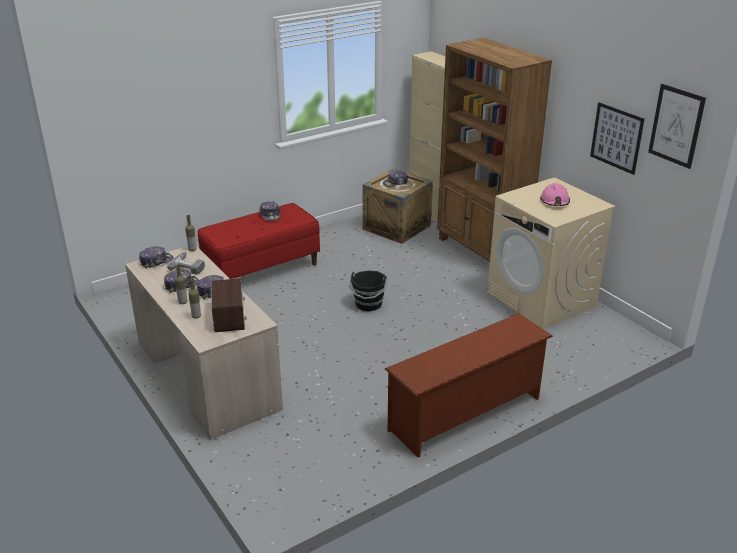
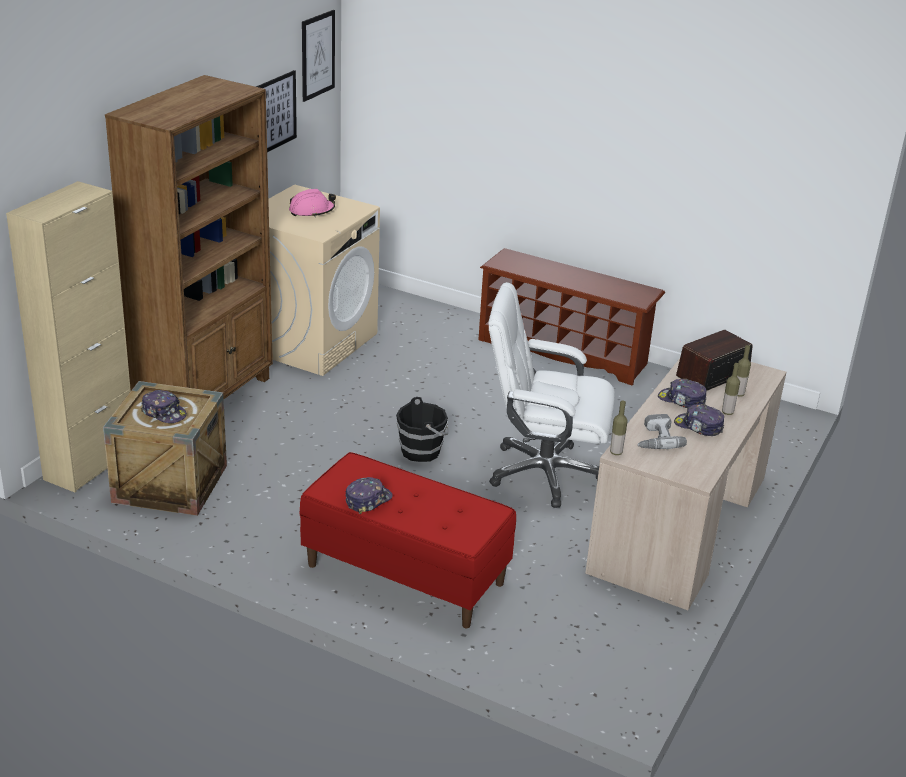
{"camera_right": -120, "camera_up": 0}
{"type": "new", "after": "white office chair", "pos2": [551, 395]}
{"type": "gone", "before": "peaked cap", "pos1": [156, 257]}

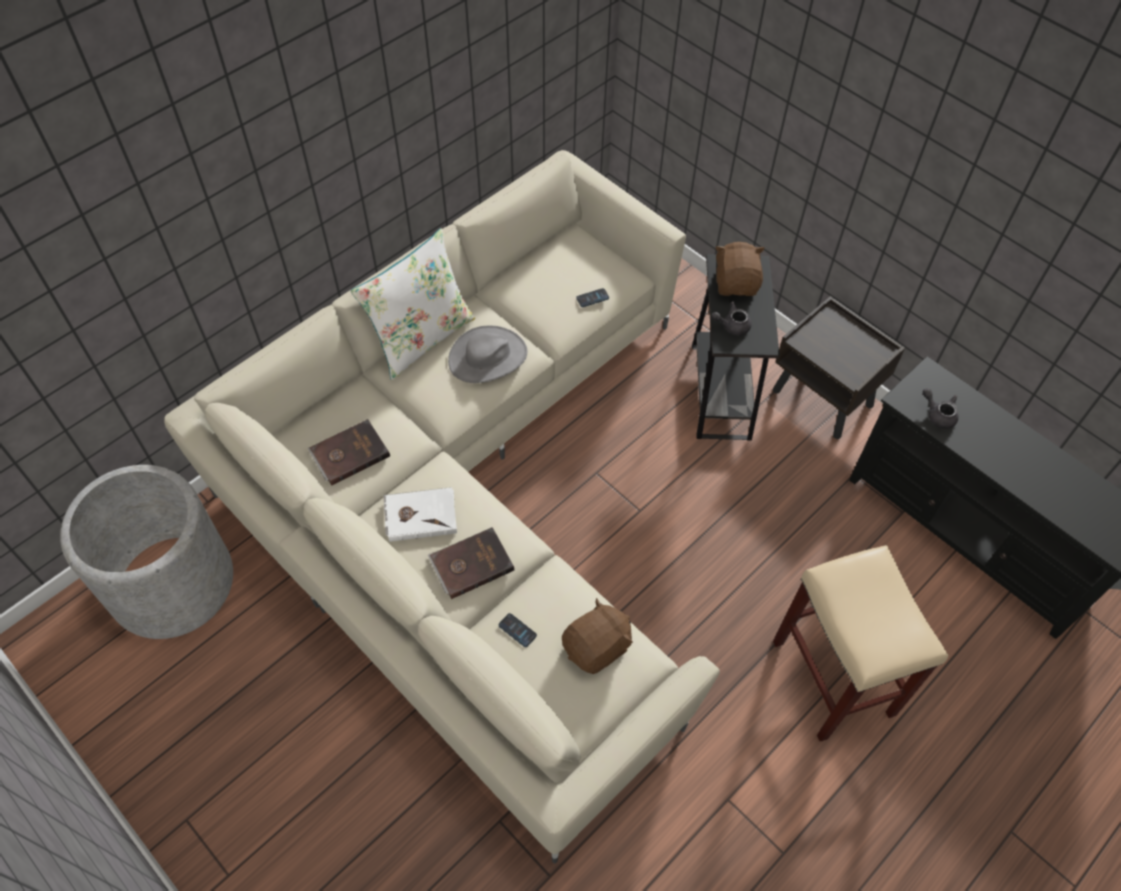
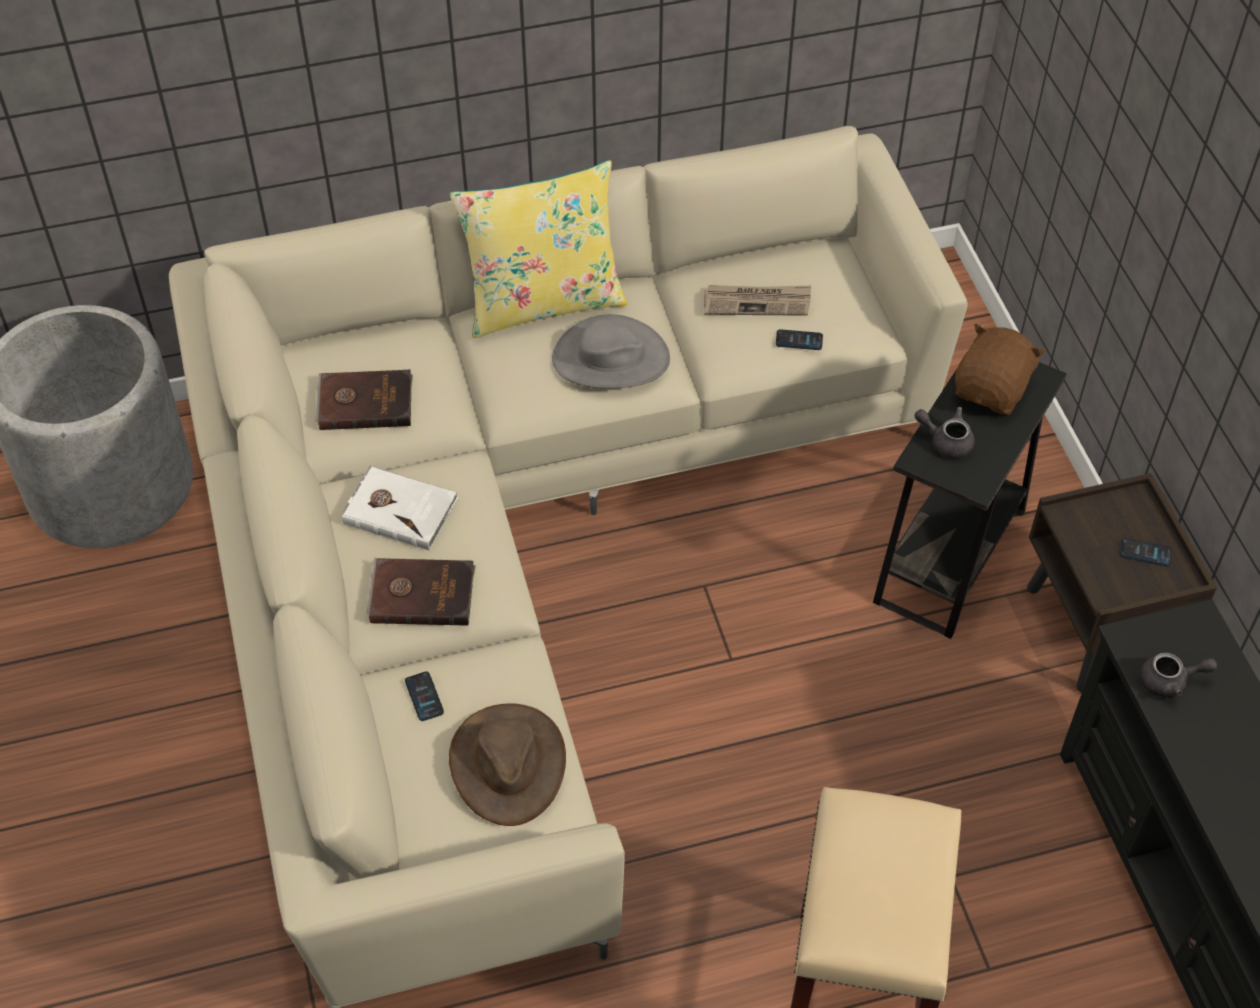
{"camera_right": 30, "camera_up": -5}
{"type": "repainted", "before": "white cushion", "after": "yellowish cushion", "pos1": [413, 304], "pos2": [538, 249]}
{"type": "swapped", "before": "brown-coloured cuddly toy", "after": "brown-coloured wearable hat", "pos1": [597, 636], "pos2": [507, 764]}
{"type": "new", "after": "newspaper", "pos2": [757, 300]}
{"type": "new", "after": "telephone", "pos2": [1146, 552]}
{"type": "rotated", "before": "grey tea pot", "pos1": [941, 408], "pos2": [1178, 675], "turn": 105}

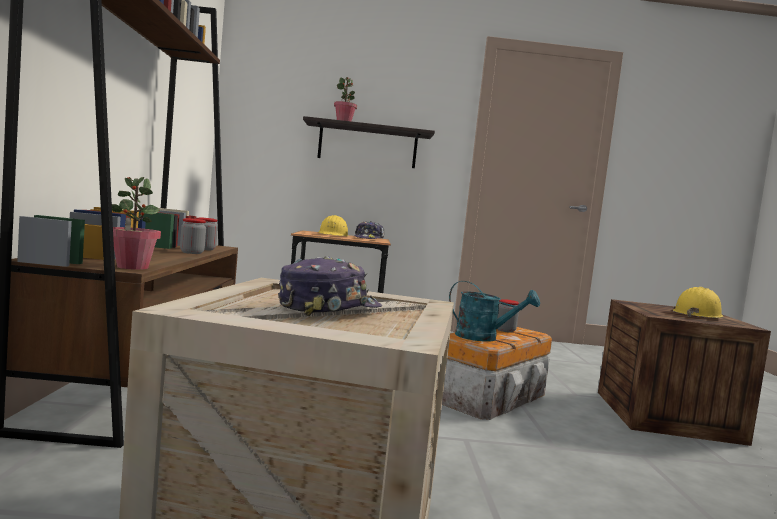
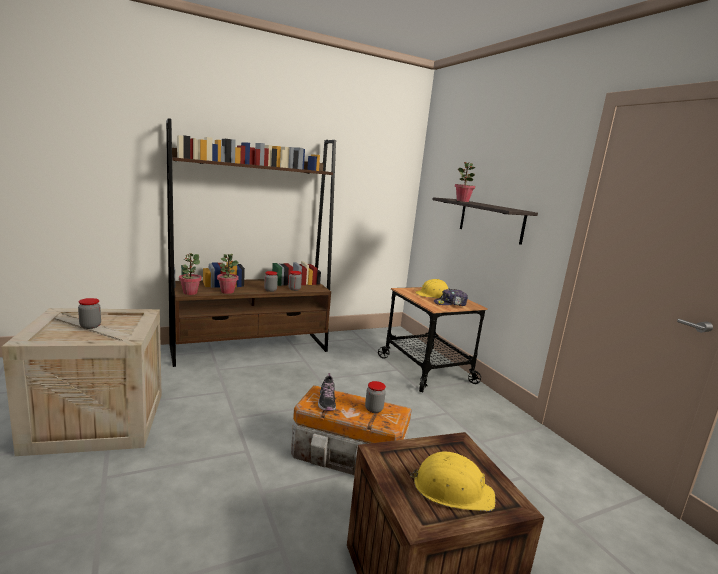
{"camera_right": 65, "camera_up": 10}
{"type": "swapped", "before": "peaked cap", "after": "storage jar", "pos1": [330, 286], "pos2": [89, 313]}
{"type": "new", "after": "plant in a pot", "pos2": [227, 274]}
{"type": "swapped", "before": "turquoise-coloured watering can", "after": "low shoe", "pos1": [494, 311], "pos2": [327, 392]}

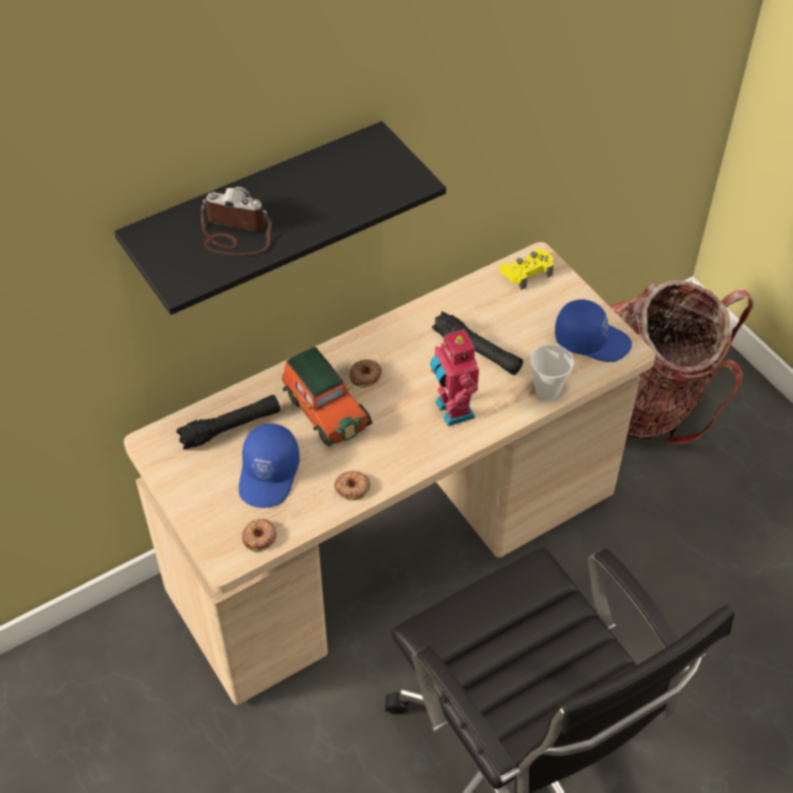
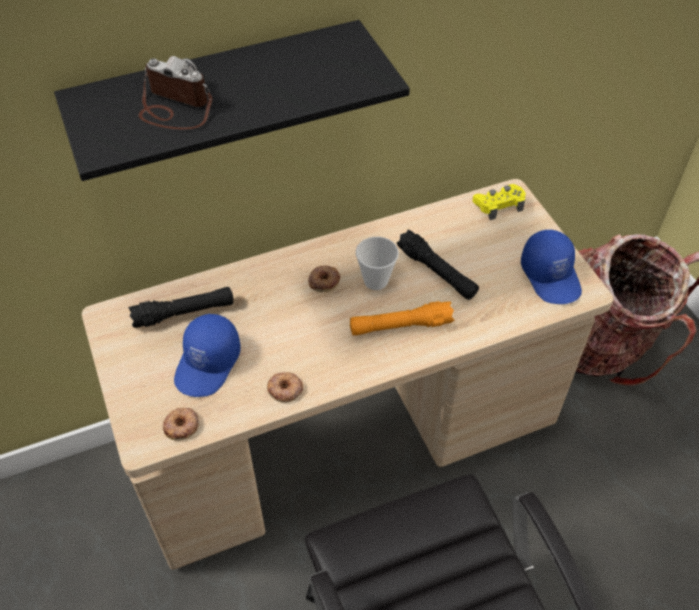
{"camera_right": 10, "camera_up": 0}
{"type": "swapped", "before": "toy robot", "after": "orange hand torch", "pos1": [454, 377], "pos2": [402, 318]}
{"type": "shifted", "before": "drinking cup", "pos1": [552, 371], "pos2": [377, 263]}
{"type": "rotated", "before": "bluish peaked cap", "pos1": [593, 330], "pos2": [551, 266], "turn": 45}
{"type": "gone", "before": "model car", "pos1": [327, 397]}

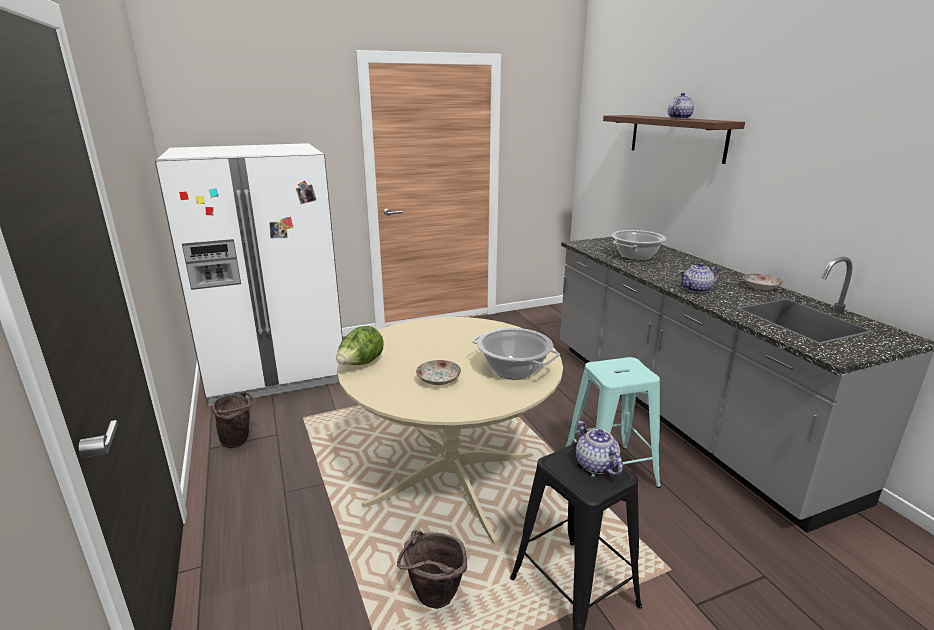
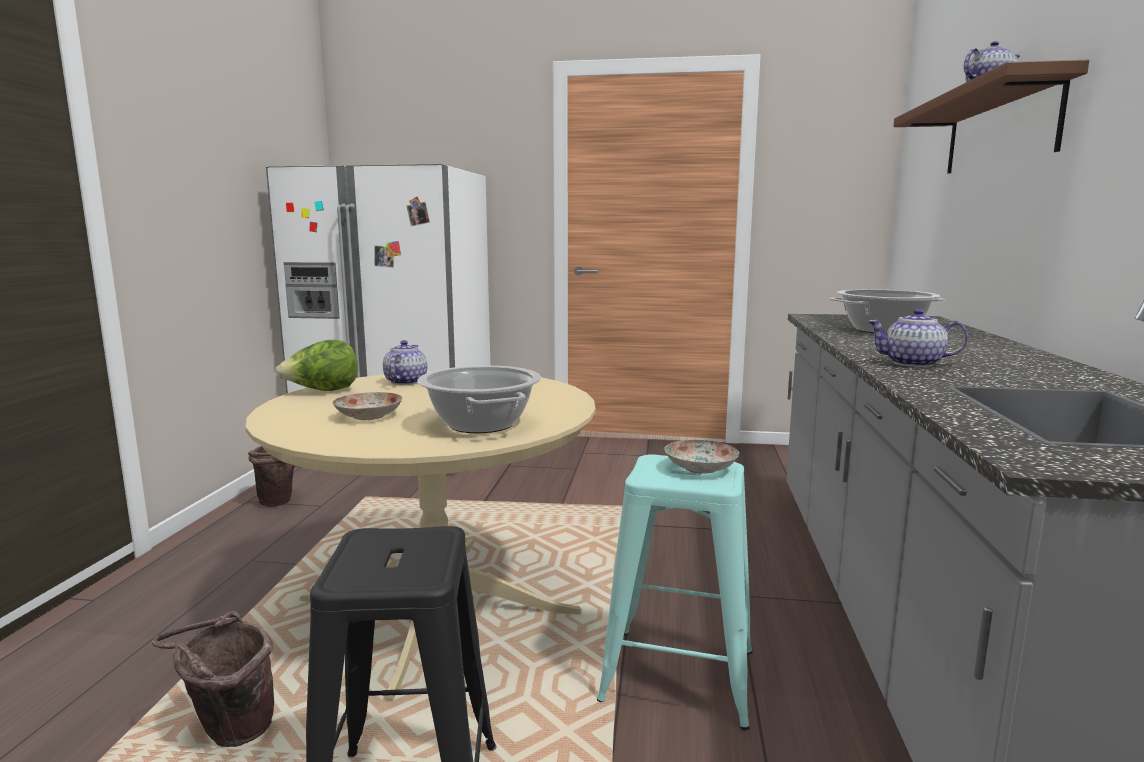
{"camera_right": 30, "camera_up": -10}
{"type": "shifted", "before": "tea pot", "pos1": [599, 448], "pos2": [405, 362]}
{"type": "shifted", "before": "dinner plate", "pos1": [763, 282], "pos2": [701, 457]}

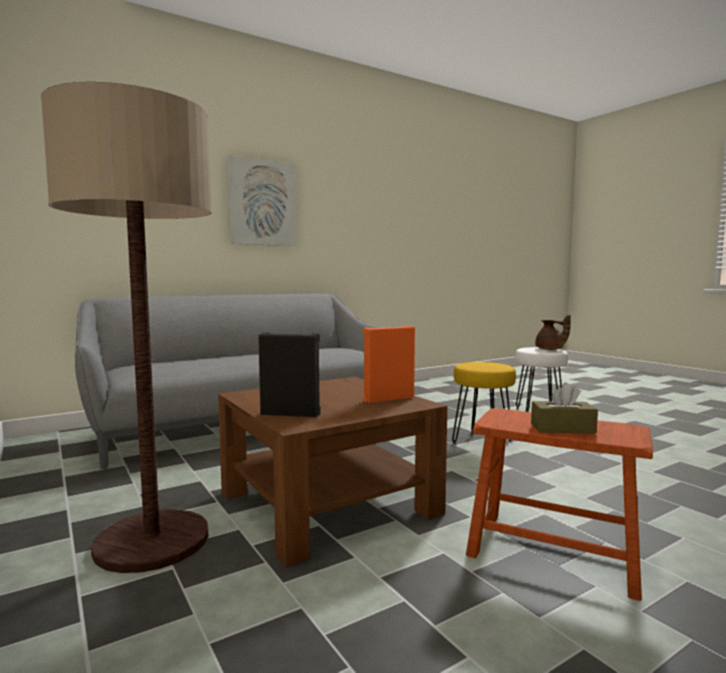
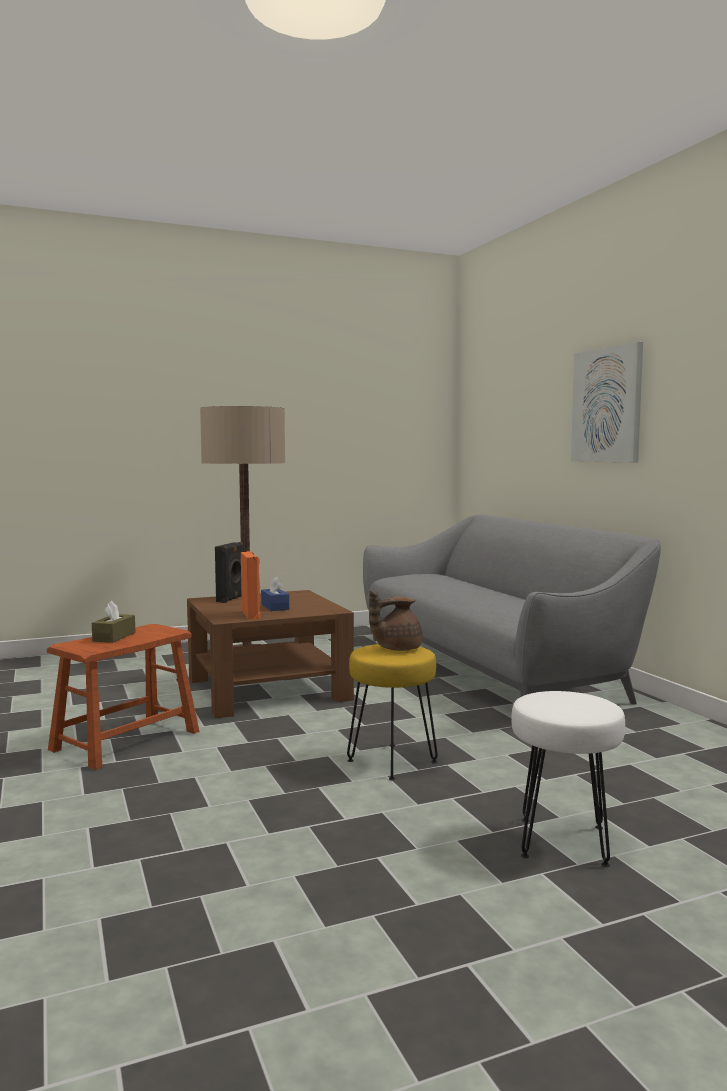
{"camera_right": 100, "camera_up": 0}
{"type": "new", "after": "bluish tissue box", "pos2": [275, 594]}
{"type": "shifted", "before": "brown-coloured tea pot", "pos1": [553, 332], "pos2": [396, 621]}

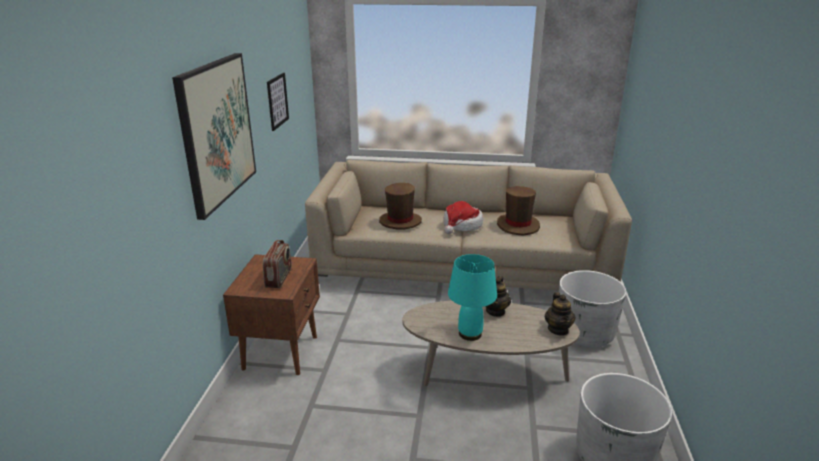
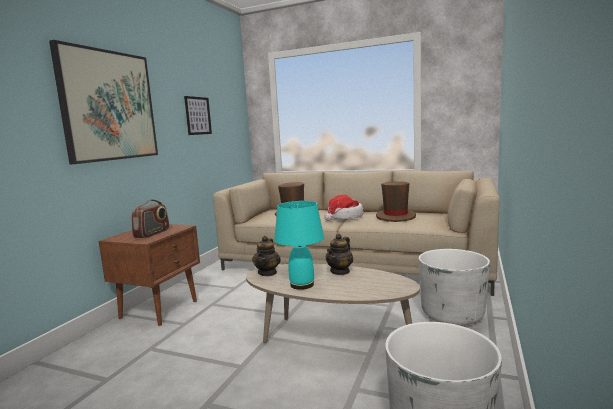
{"camera_right": 15, "camera_up": -15}
{"type": "shifted", "before": "tea pot", "pos1": [560, 314], "pos2": [266, 256]}

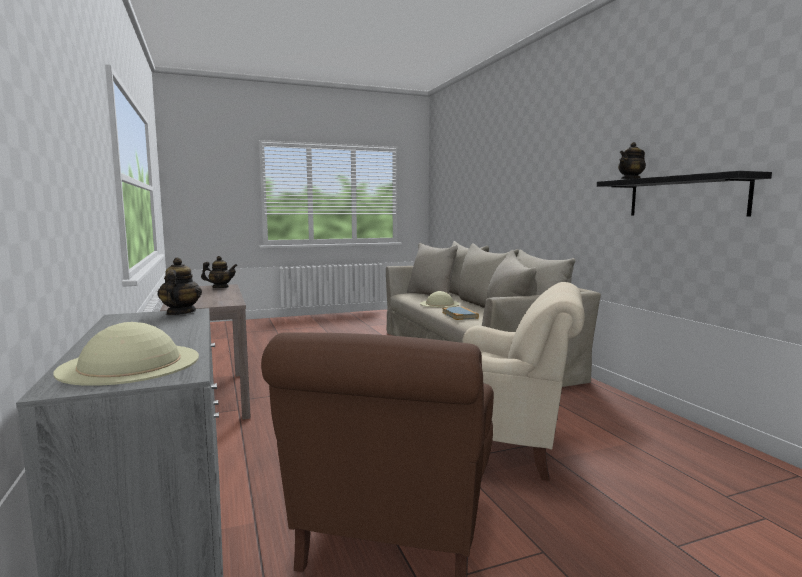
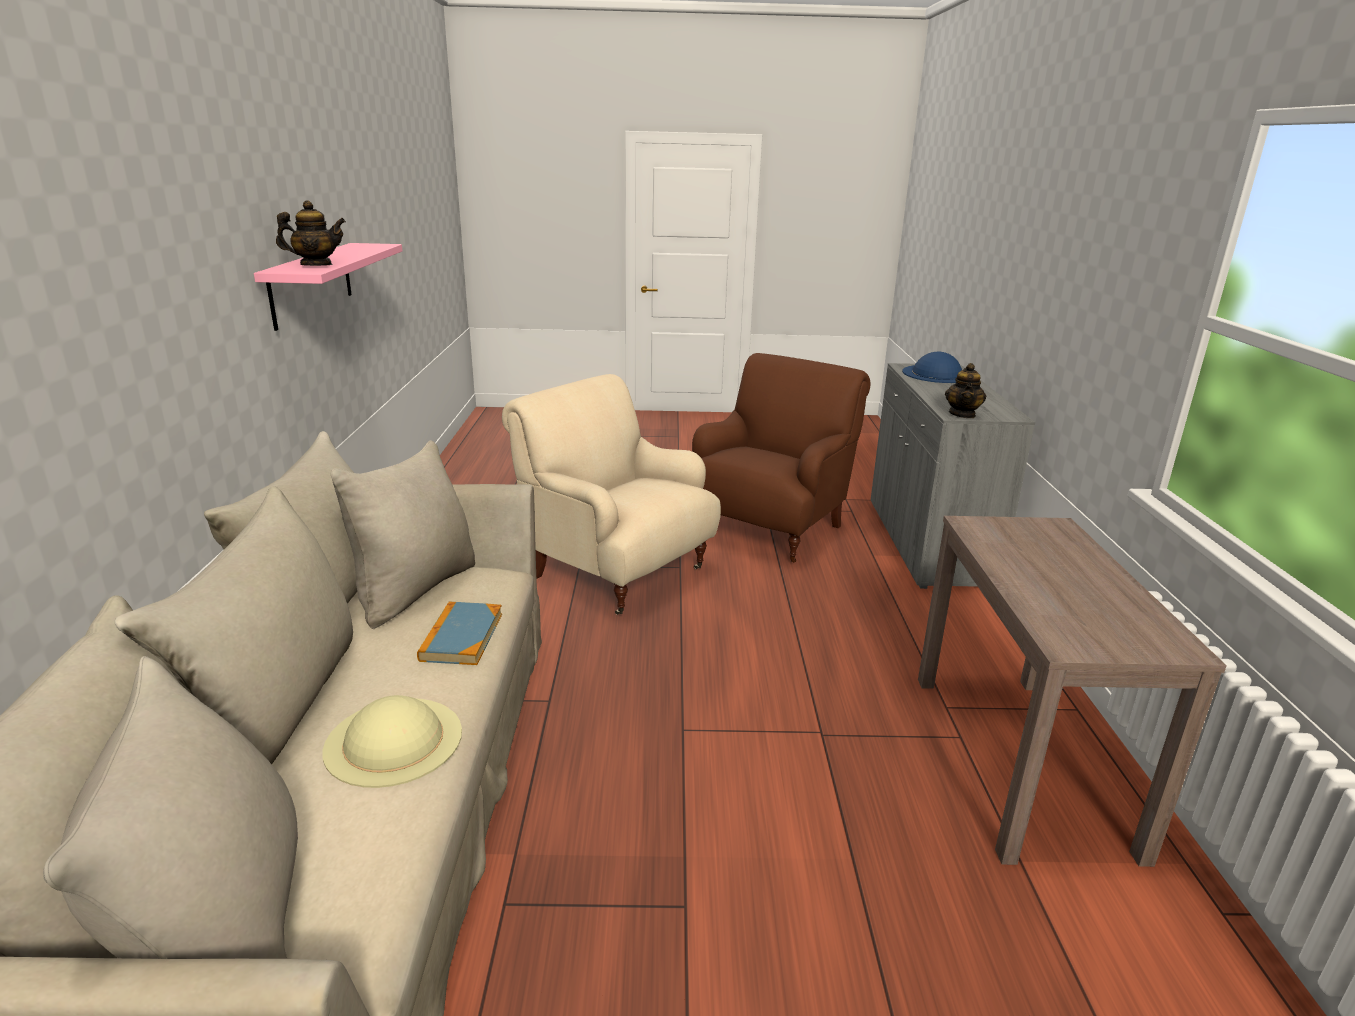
{"camera_right": -160, "camera_up": 15}
{"type": "repainted", "before": "black bracket shelf", "after": "pink bracket shelf", "pos1": [684, 194], "pos2": [328, 287]}
{"type": "repainted", "before": "beige wearable hat", "after": "bluish wearable hat", "pos1": [126, 354], "pos2": [932, 367]}
{"type": "gone", "before": "tea pot", "pos1": [219, 272]}

